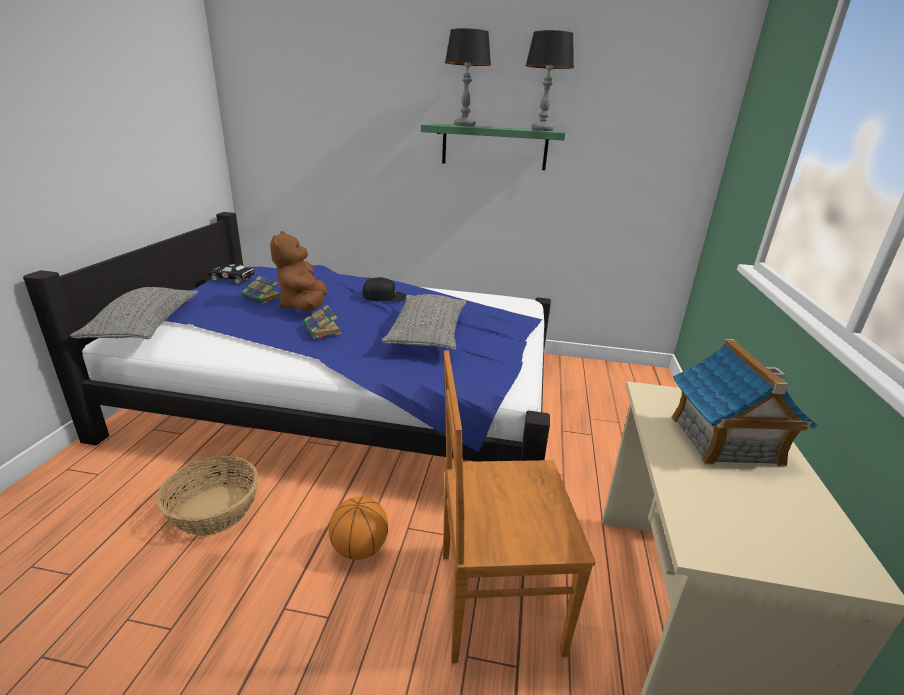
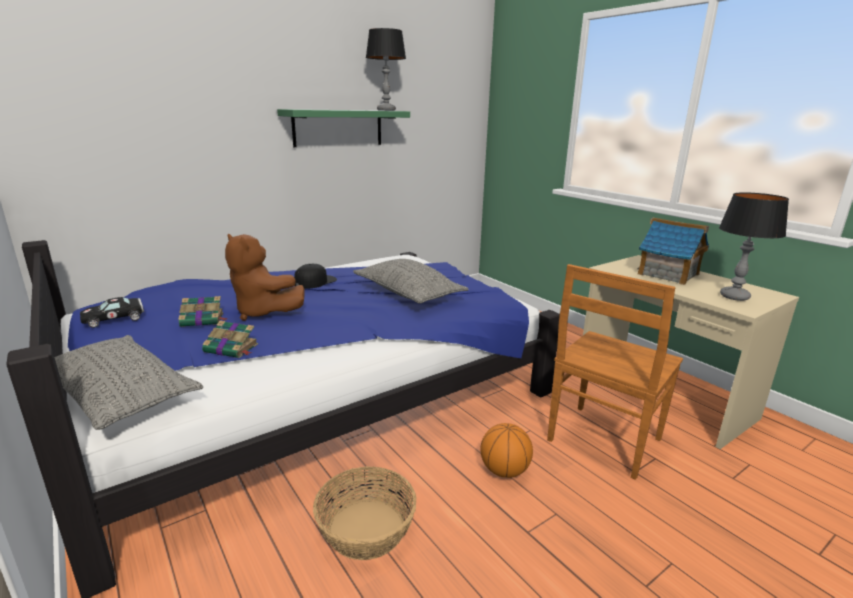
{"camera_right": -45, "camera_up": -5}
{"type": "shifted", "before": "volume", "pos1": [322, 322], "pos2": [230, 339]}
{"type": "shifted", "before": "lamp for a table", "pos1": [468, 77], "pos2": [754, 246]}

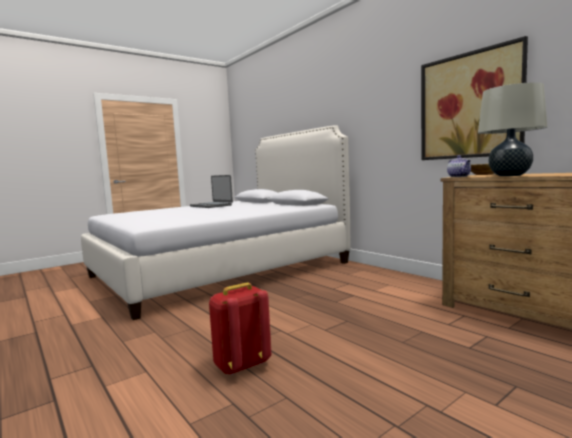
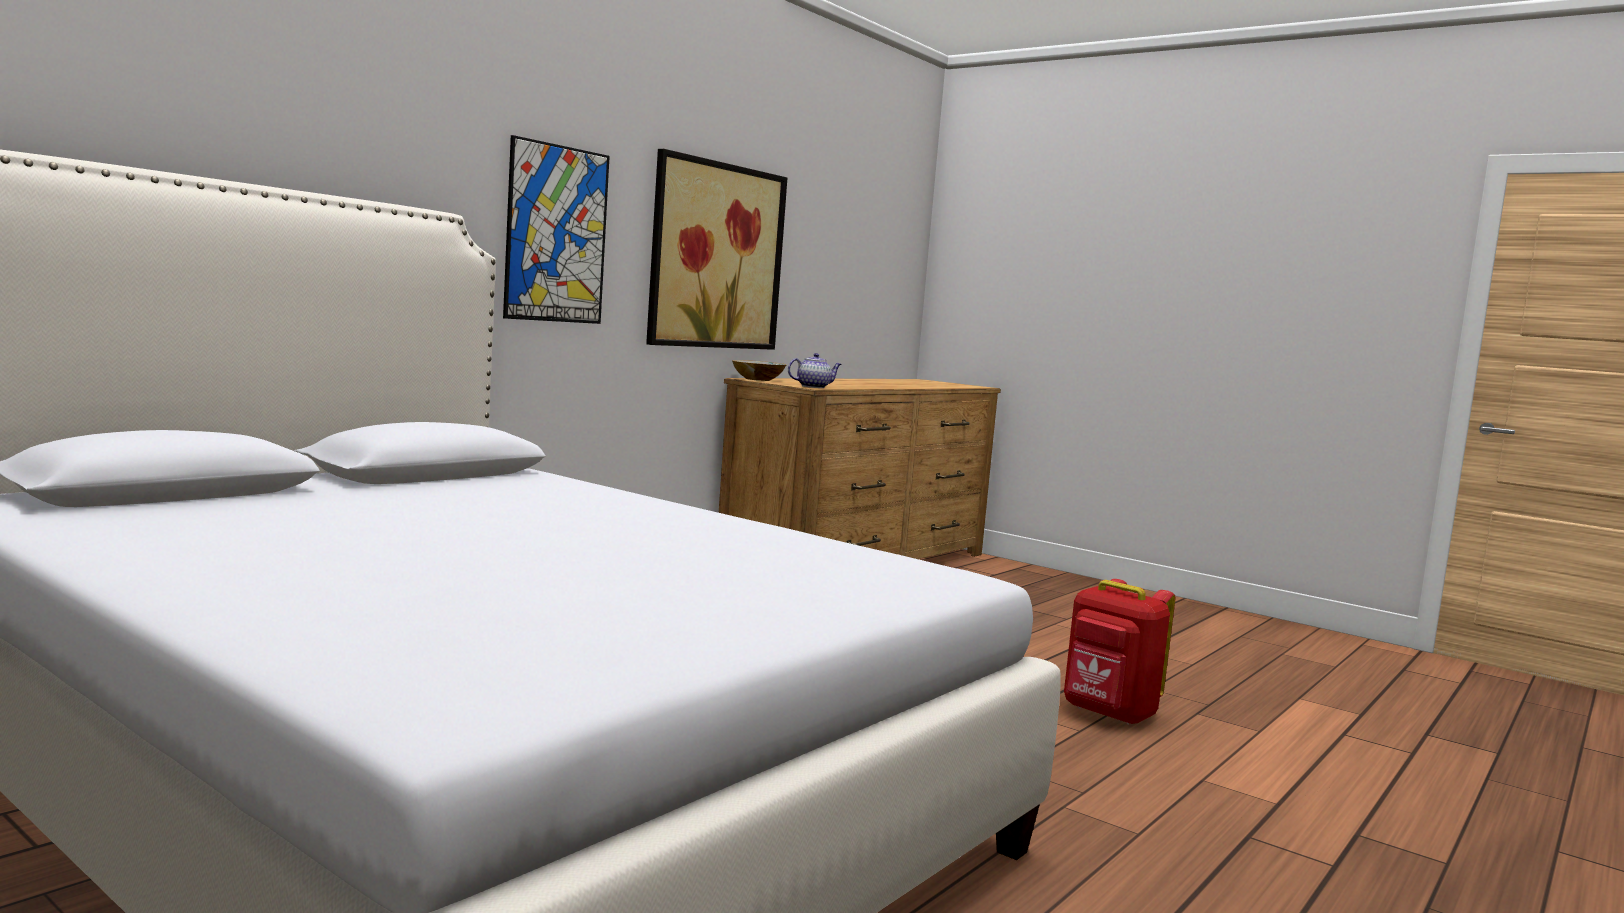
{"camera_right": -105, "camera_up": 0}
{"type": "new", "after": "wall art", "pos2": [556, 229]}
{"type": "gone", "before": "notebook computer", "pos1": [211, 191]}
{"type": "gone", "before": "beige lamp for a table", "pos1": [512, 129]}

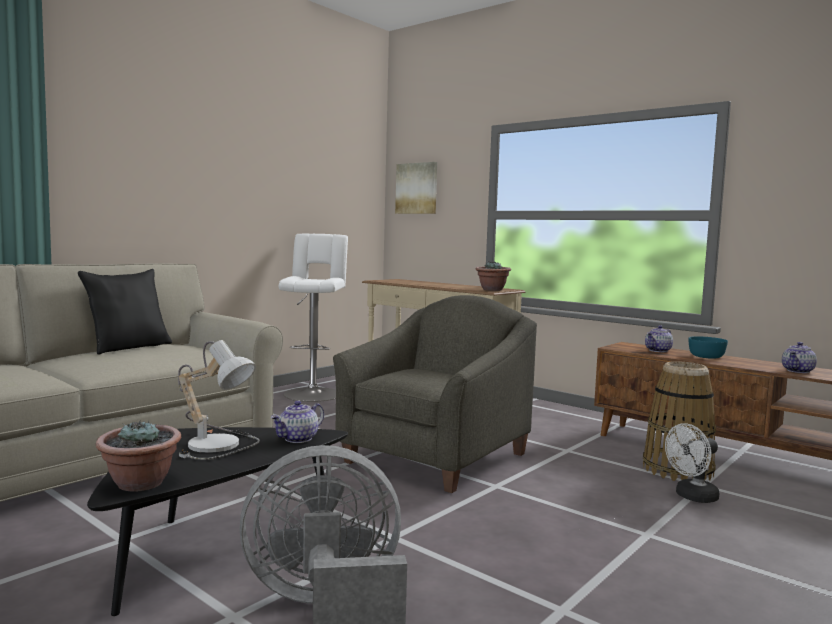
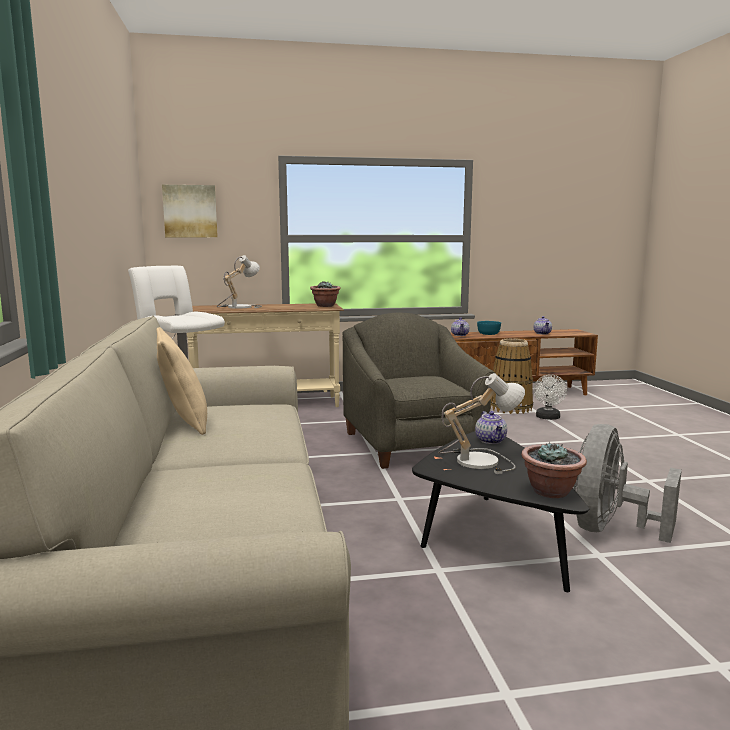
{"camera_right": -50, "camera_up": 5}
{"type": "repainted", "before": "black cushion", "after": "beige cushion", "pos1": [125, 312], "pos2": [182, 381]}
{"type": "new", "after": "lamp for a table", "pos2": [239, 282]}

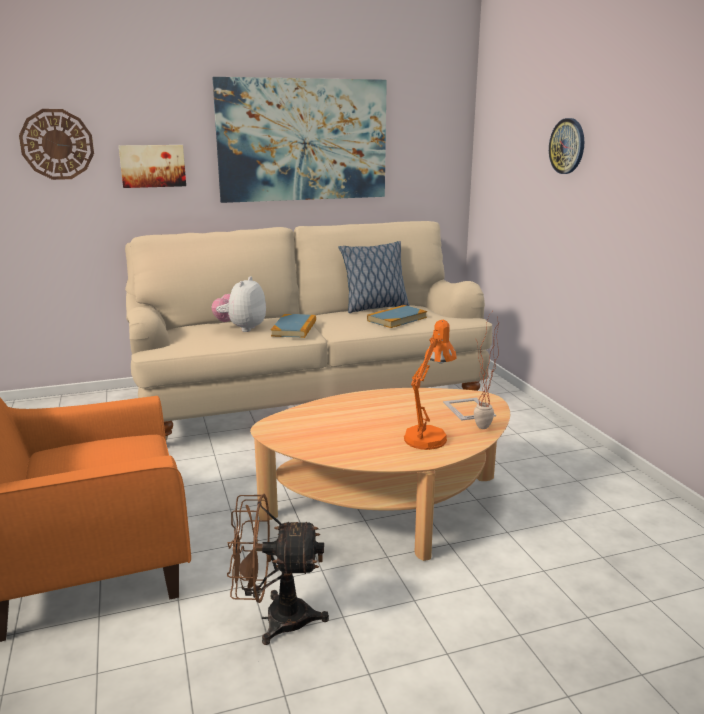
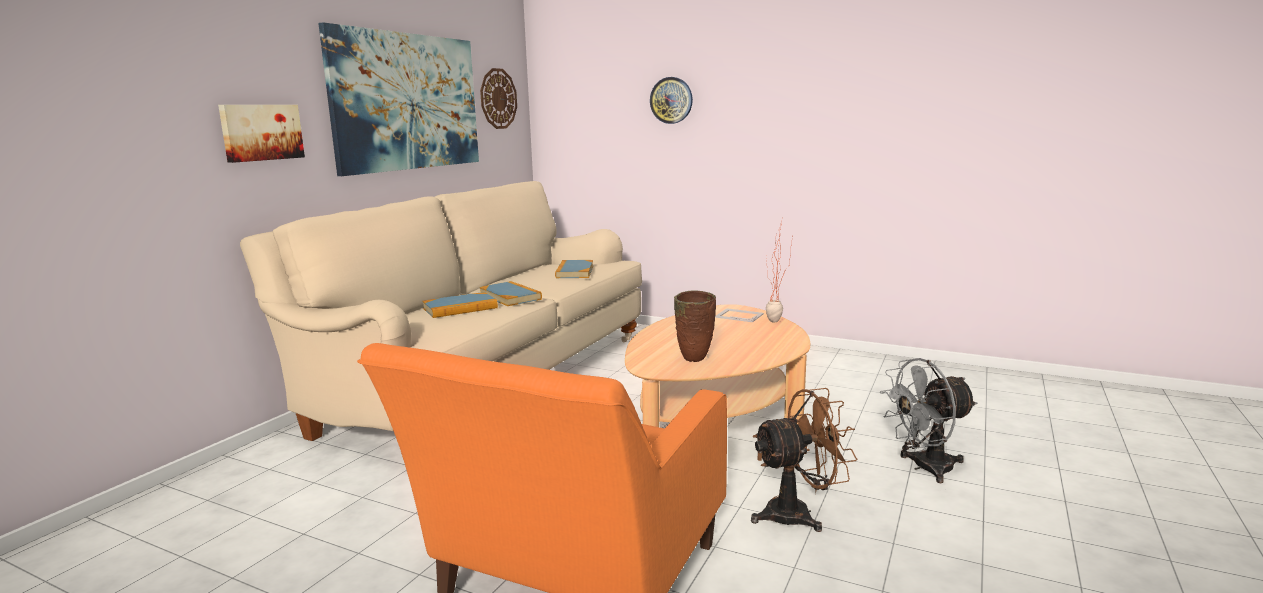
{"camera_right": -45, "camera_up": -5}
{"type": "swapped", "before": "cuddly toy", "after": "volume", "pos1": [238, 304], "pos2": [460, 305]}
{"type": "shifted", "before": "wall clock", "pos1": [56, 144], "pos2": [498, 98]}
{"type": "new", "after": "brown-coloured vase", "pos2": [695, 326]}
{"type": "rotated", "before": "brown-coloured cooling fan", "pos1": [278, 569], "pos2": [804, 460], "turn": -150}
{"type": "new", "after": "grey cooling fan", "pos2": [928, 420]}
{"type": "gone", "before": "cushion", "pos1": [373, 277]}
{"type": "gone", "before": "orange lamp for a table", "pos1": [430, 385]}

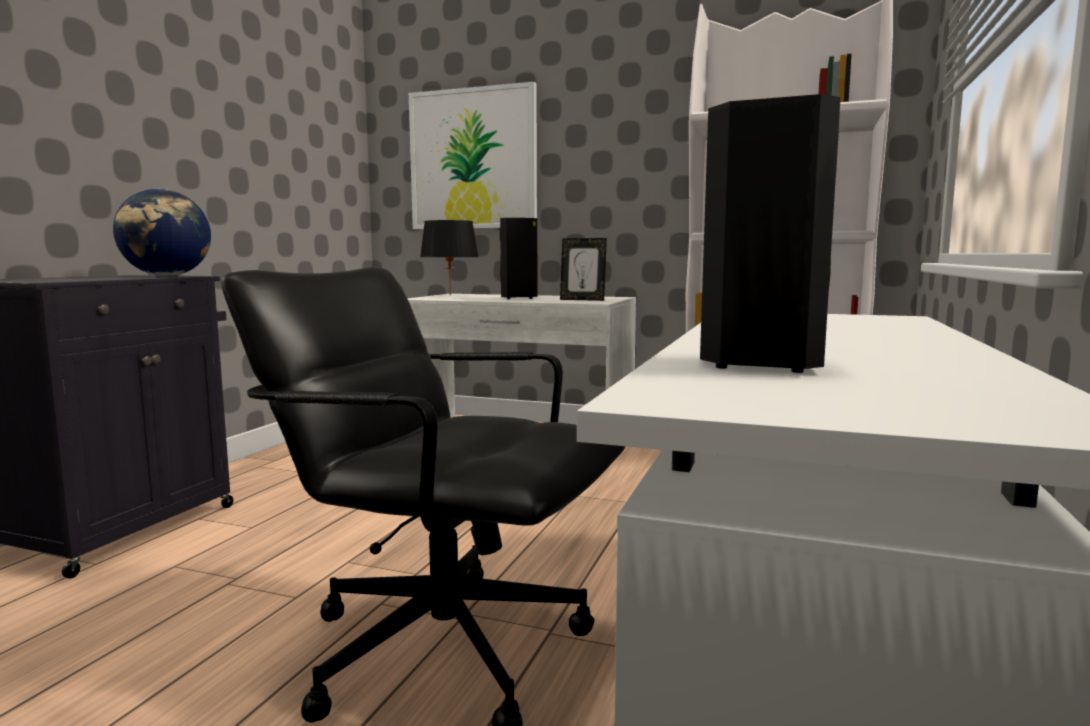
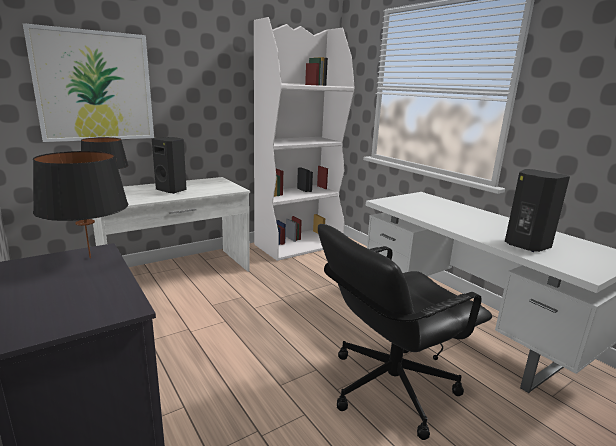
{"camera_right": -55, "camera_up": 10}
{"type": "swapped", "before": "desk globe", "after": "black lamp for a table", "pos1": [162, 232], "pos2": [80, 204]}
{"type": "gone", "before": "picture frame", "pos1": [583, 269]}

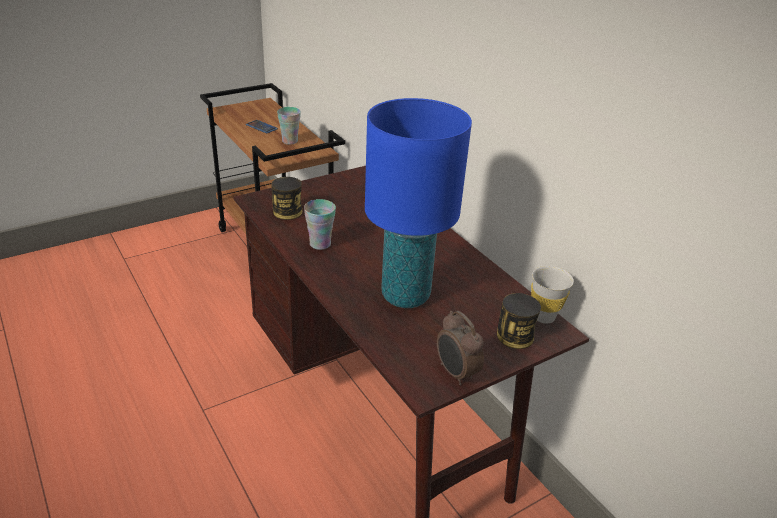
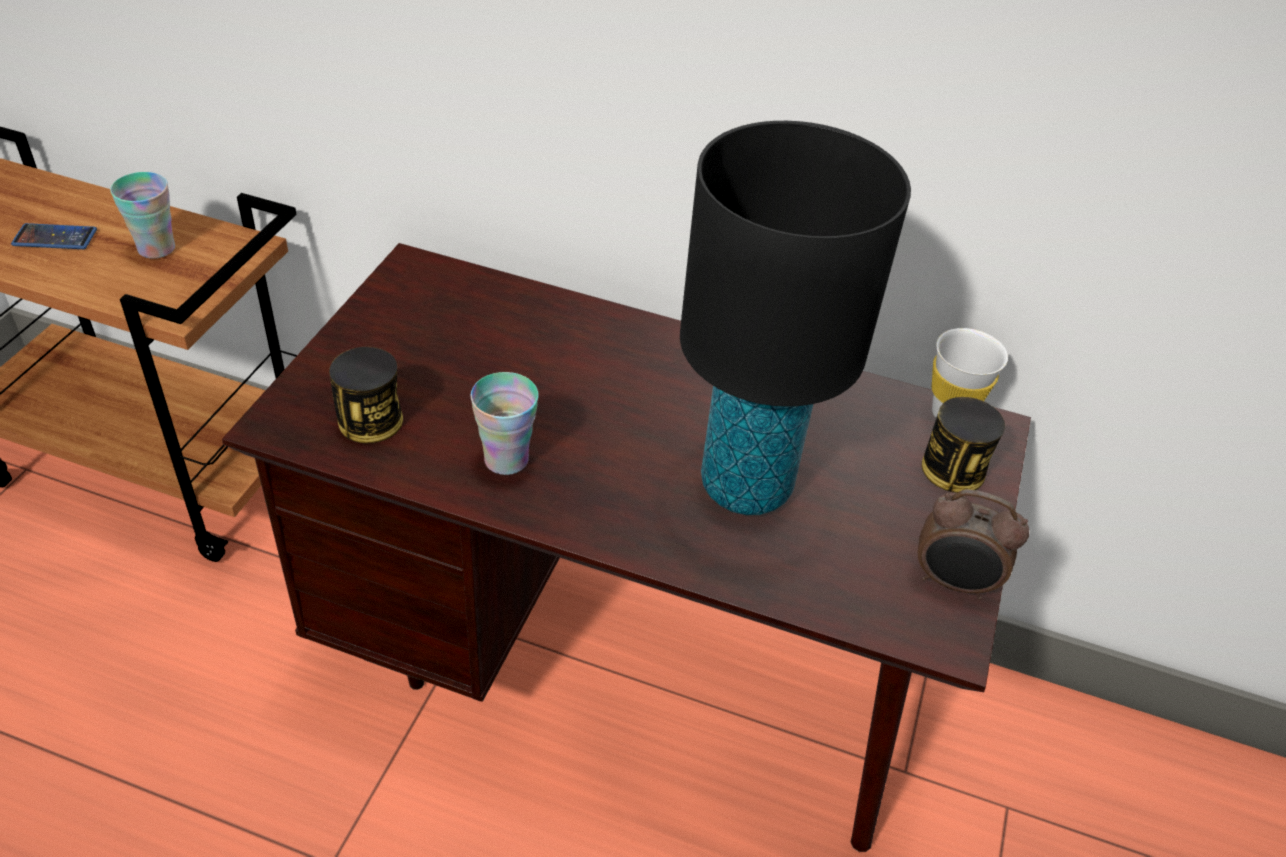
{"camera_right": -40, "camera_up": 10}
{"type": "repainted", "before": "bluish lamp for a table", "after": "black lamp for a table", "pos1": [418, 203], "pos2": [795, 318]}

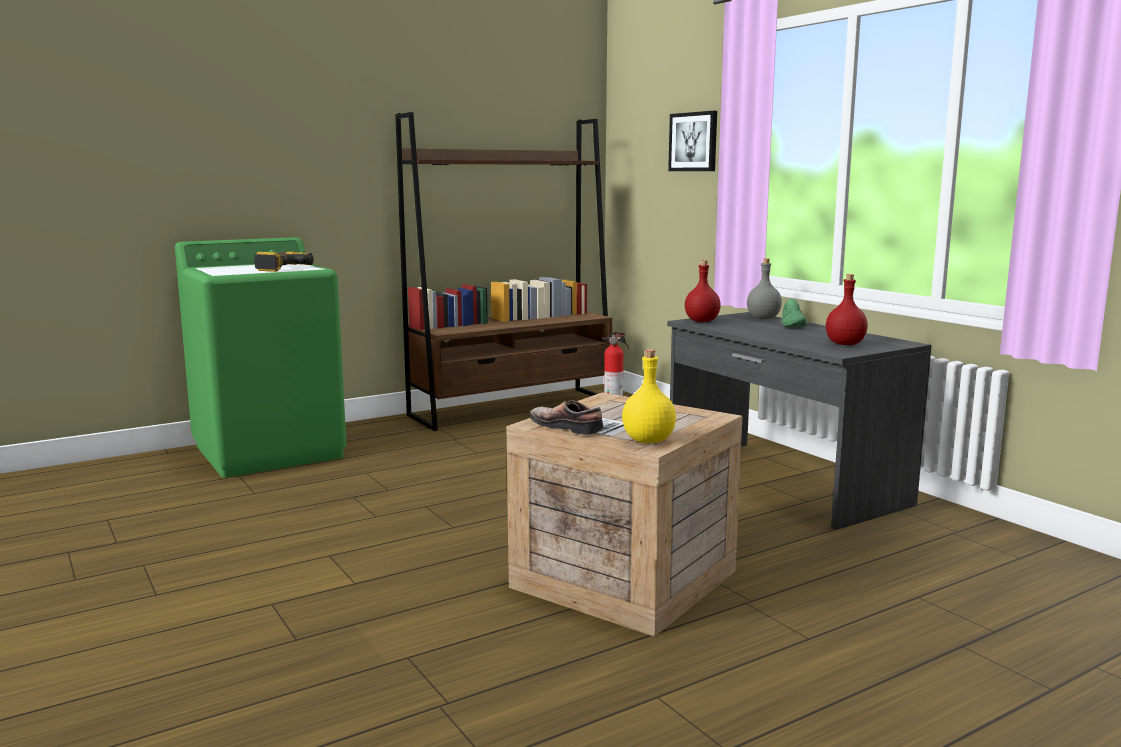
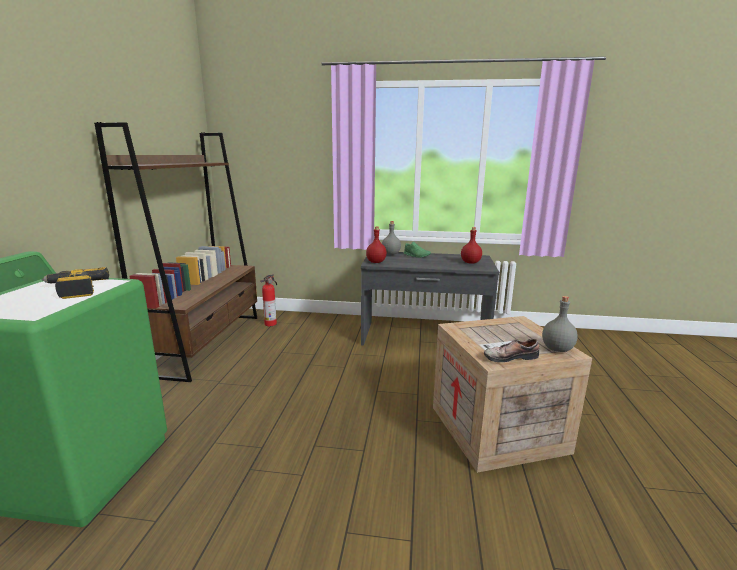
{"camera_right": -50, "camera_up": 5}
{"type": "repainted", "before": "yellowish bottle", "after": "grey bottle", "pos1": [649, 396], "pos2": [560, 324]}
{"type": "gone", "before": "wall art", "pos1": [692, 141]}

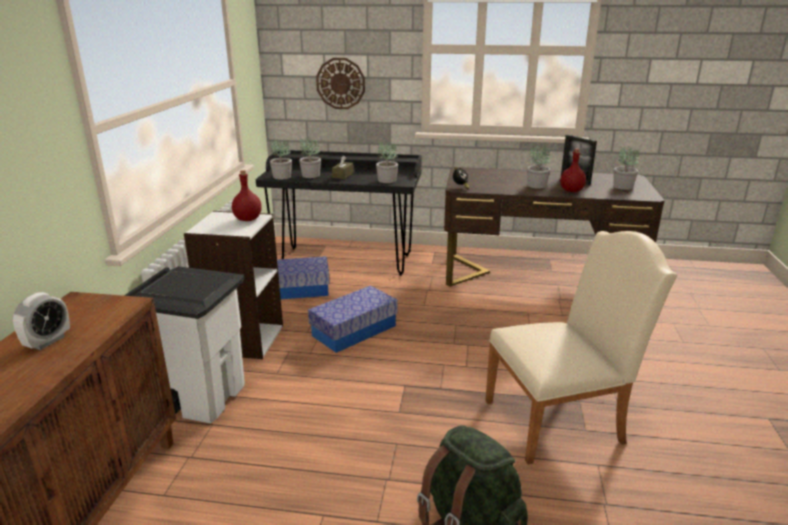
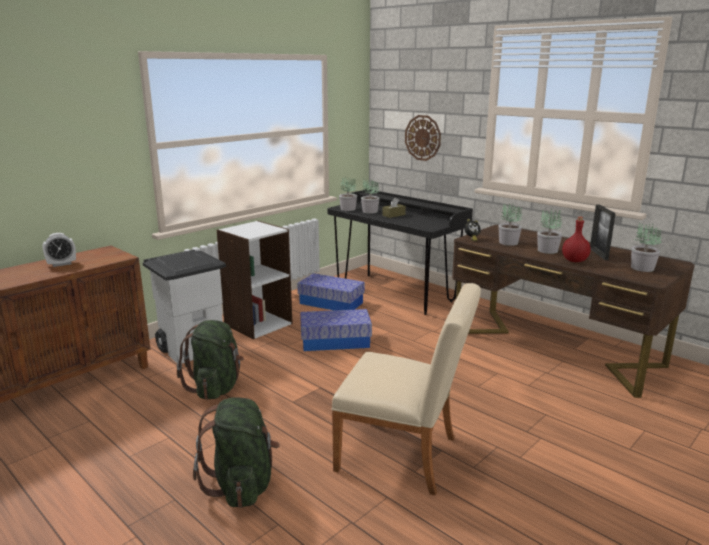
{"camera_right": 35, "camera_up": -5}
{"type": "new", "after": "green backpack", "pos2": [210, 360]}
{"type": "shifted", "before": "plant in a pot", "pos1": [387, 162], "pos2": [510, 224]}
{"type": "gone", "before": "red-coloured bottle", "pos1": [247, 195]}

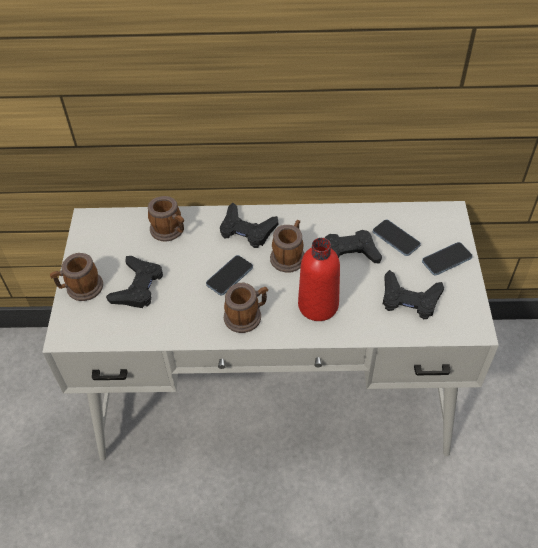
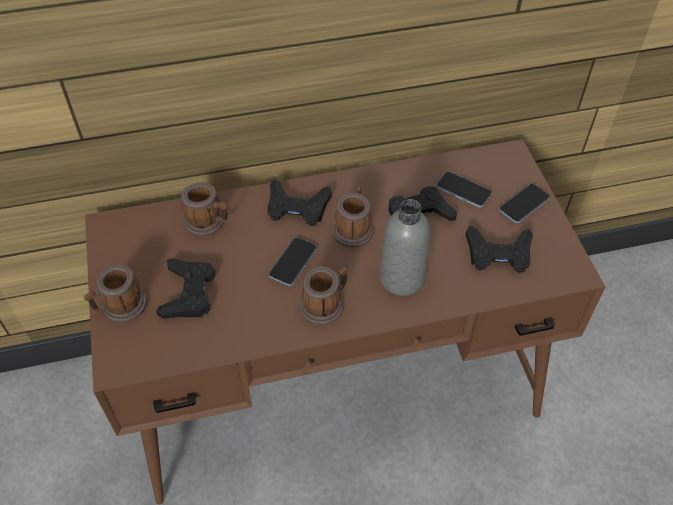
{"camera_right": -15, "camera_up": 0}
{"type": "repainted", "before": "white desk table", "after": "brown-coloured desk table", "pos1": [270, 331], "pos2": [345, 321]}
{"type": "repainted", "before": "red-coloured bottle", "after": "grey bottle", "pos1": [319, 279], "pos2": [404, 247]}

